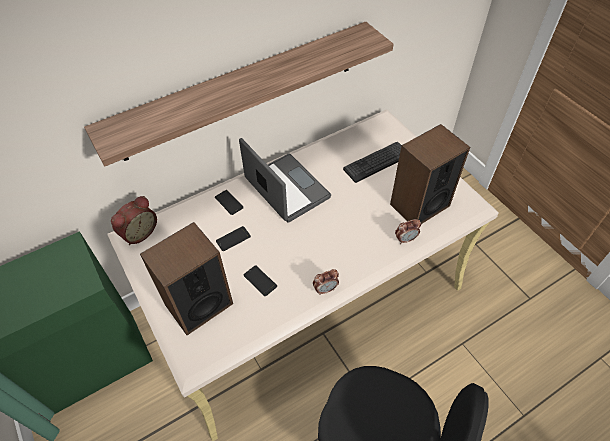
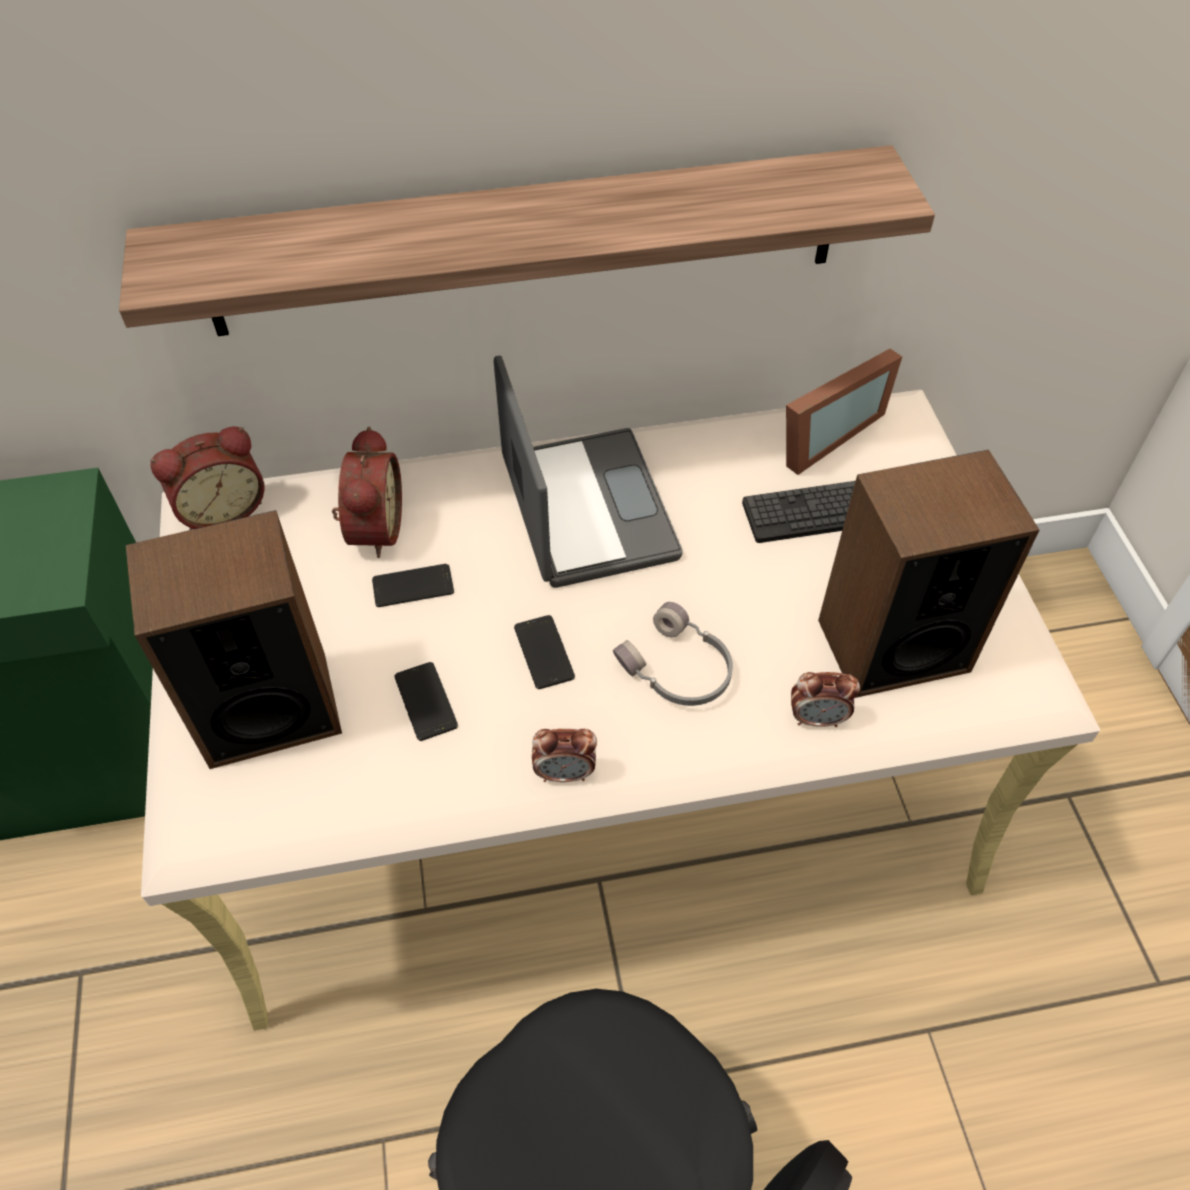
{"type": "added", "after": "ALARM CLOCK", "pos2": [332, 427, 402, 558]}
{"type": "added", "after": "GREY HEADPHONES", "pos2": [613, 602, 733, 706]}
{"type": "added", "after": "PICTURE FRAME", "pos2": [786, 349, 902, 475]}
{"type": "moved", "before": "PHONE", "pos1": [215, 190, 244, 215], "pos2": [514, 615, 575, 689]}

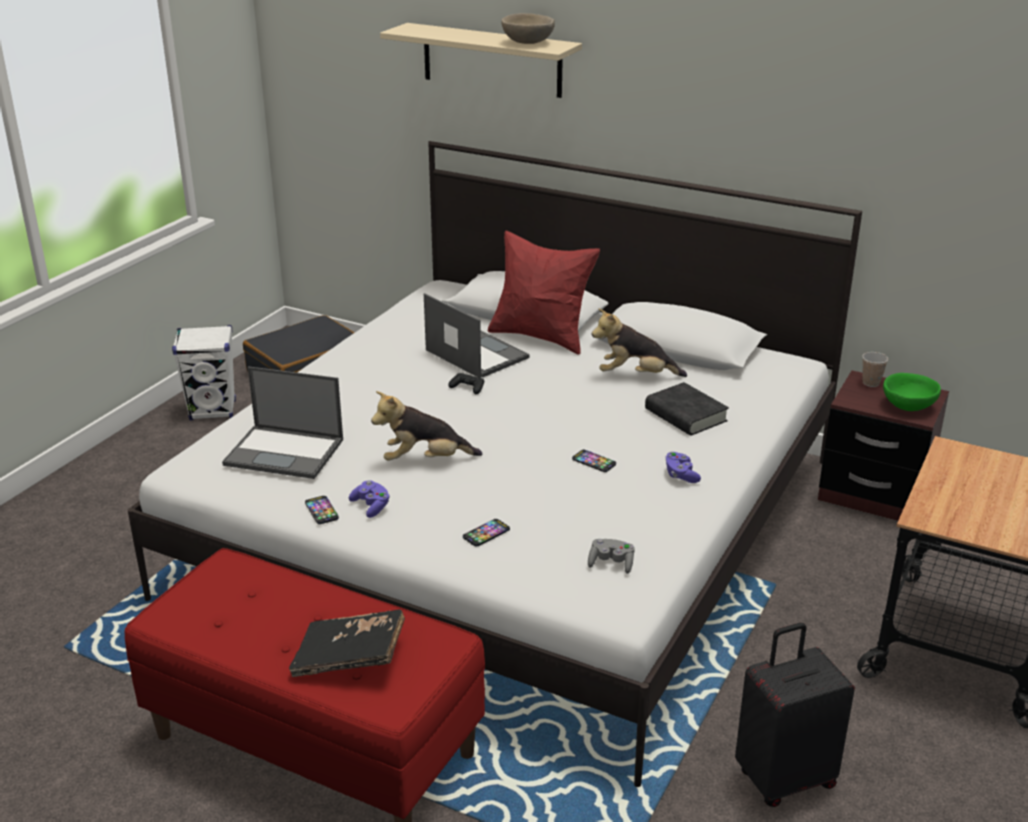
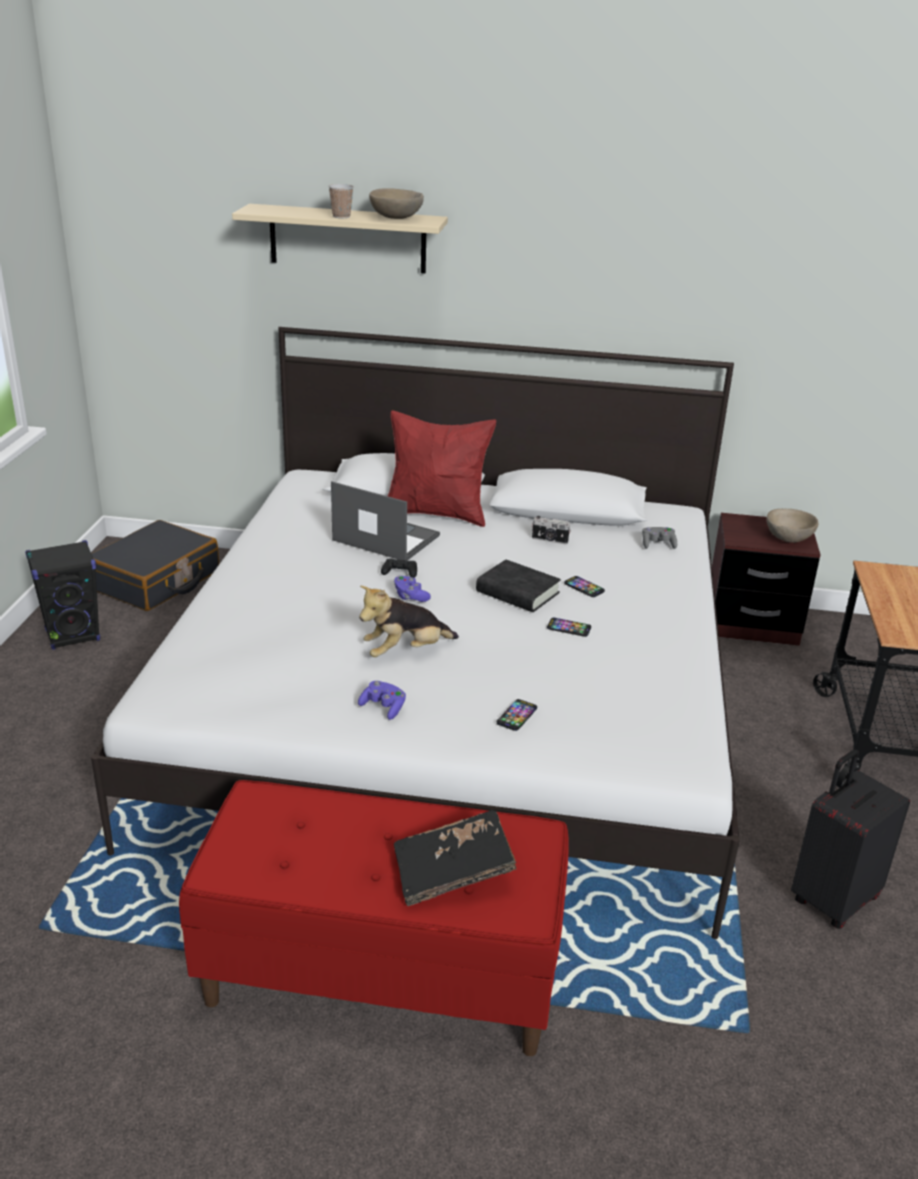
{"type": "removed", "before": "LAPTOP", "pos1": [222, 366, 343, 479]}
{"type": "moved", "before": "PHONE", "pos1": [305, 496, 339, 524], "pos2": [564, 576, 605, 597]}
{"type": "moved", "before": "GREY GAME CONTROLLER", "pos1": [588, 539, 635, 574], "pos2": [642, 527, 677, 549]}
{"type": "moved", "before": "BLACK BOOK", "pos1": [645, 382, 729, 436], "pos2": [476, 559, 561, 612]}
{"type": "moved", "before": "PURPLE GAME CONTROLLER", "pos1": [665, 452, 701, 483], "pos2": [394, 576, 431, 602]}
{"type": "moved", "before": "CUP", "pos1": [862, 352, 888, 387], "pos2": [328, 184, 354, 218]}
{"type": "replaced", "before": "PLUSH TOY", "after": "PHOTO CAMERA", "pos1": [592, 309, 687, 377], "pos2": [532, 516, 571, 545]}
{"type": "recoloured", "before": "WHITE SPEAKER", "after": "BLACK SPEAKER", "pos1": [172, 325, 236, 420], "pos2": [25, 540, 100, 650]}
{"type": "recoloured", "before": "GREEN BOWL", "after": "BEIGE BOWL", "pos1": [883, 373, 941, 411], "pos2": [766, 509, 818, 543]}

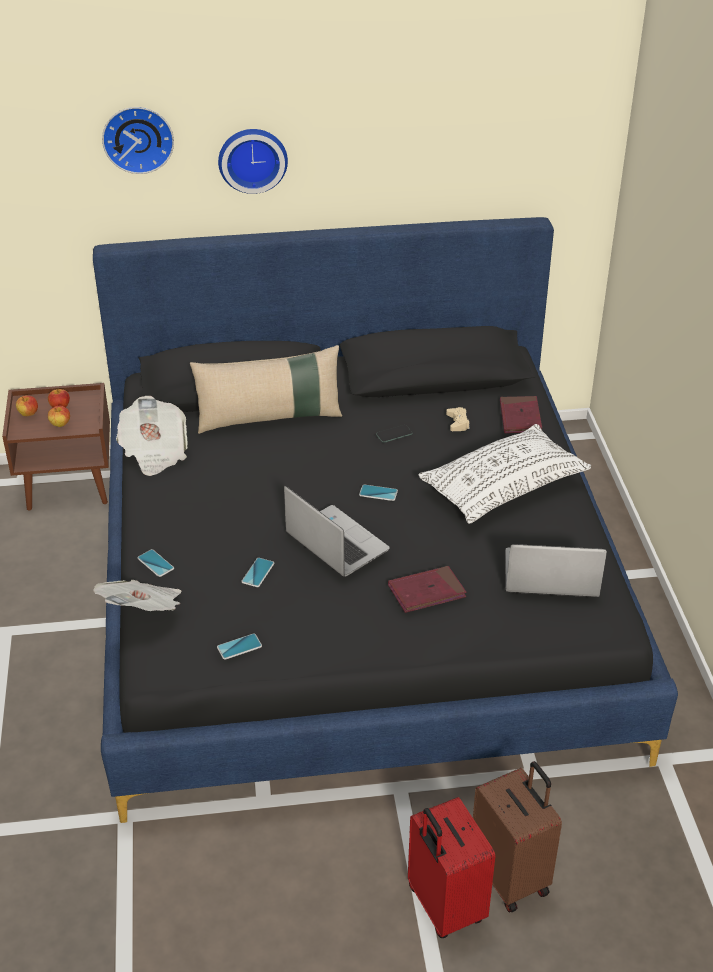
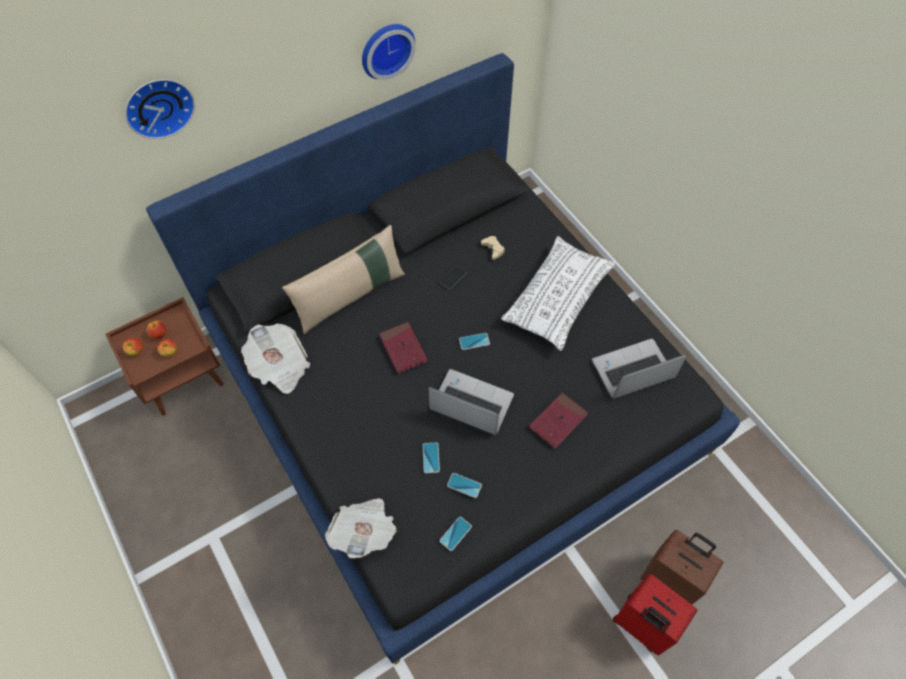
{"type": "moved", "before": "PHONE", "pos1": [137, 549, 174, 577], "pos2": [447, 473, 482, 498]}
{"type": "moved", "before": "WALL CLOCK", "pos1": [218, 129, 288, 194], "pos2": [362, 24, 416, 80]}
{"type": "moved", "before": "RED BOOK", "pos1": [500, 396, 542, 433], "pos2": [379, 322, 428, 374]}

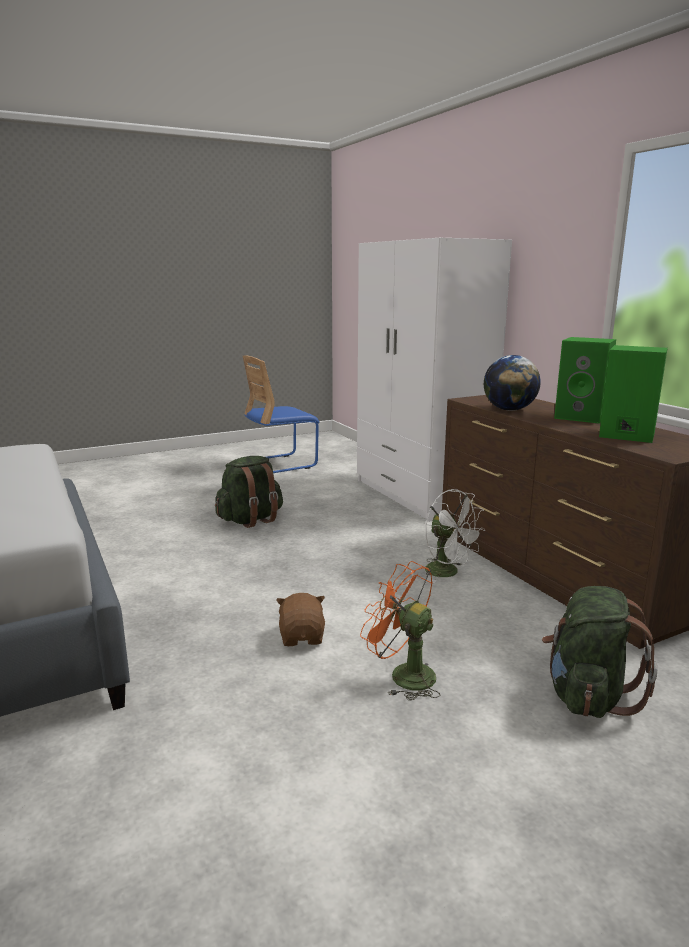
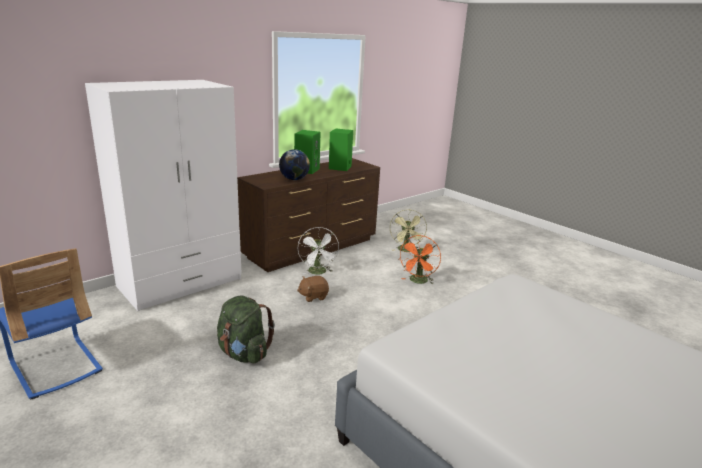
{"type": "moved", "before": "BROWN PLUSH TOY", "pos1": [276, 593, 325, 646], "pos2": [297, 276, 329, 302]}
{"type": "replaced", "before": "GREEN BACKPACK", "after": "GREEN FAN", "pos1": [542, 586, 657, 718], "pos2": [390, 210, 427, 252]}
{"type": "turned", "before": "WHITE FAN", "pos1": [425, 489, 485, 583], "pos2": [298, 227, 339, 275], "turn": 135}

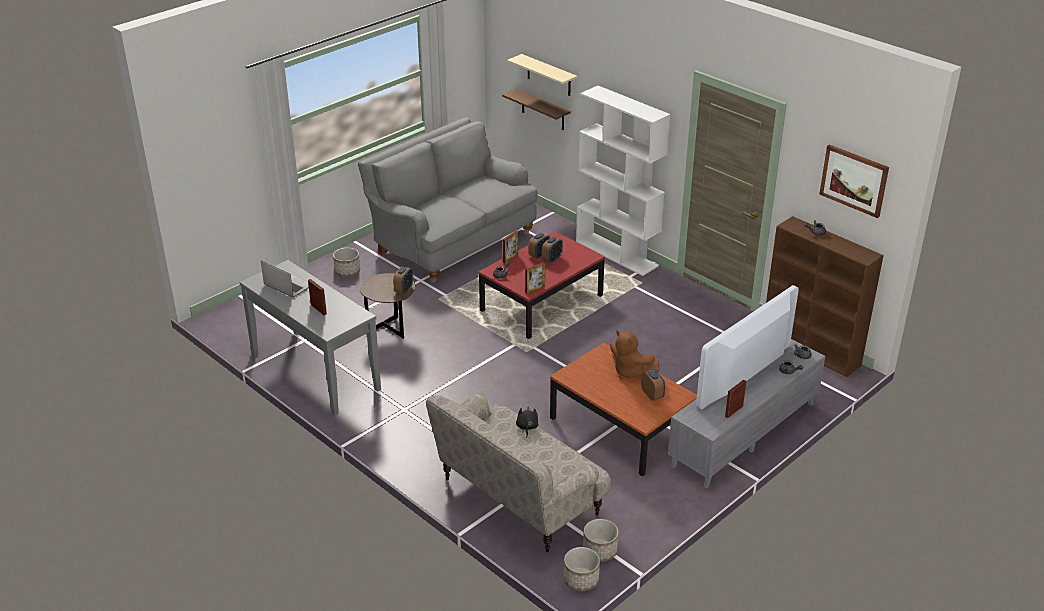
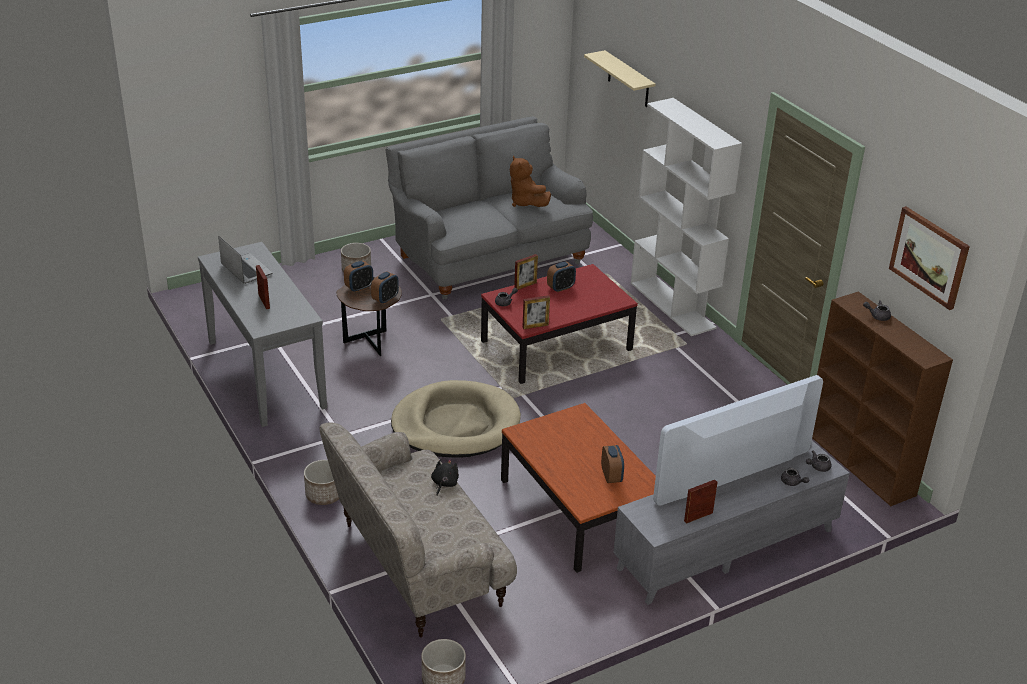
{"type": "removed", "before": "BROWN SHELF", "pos1": [502, 88, 571, 130]}
{"type": "added", "after": "BEIGE DOG BED", "pos2": [391, 380, 521, 458]}
{"type": "moved", "before": "ALARM CLOCK", "pos1": [542, 237, 563, 263], "pos2": [344, 261, 373, 292]}
{"type": "moved", "before": "PLANTER", "pos1": [583, 519, 619, 562], "pos2": [304, 460, 339, 505]}
{"type": "moved", "before": "BROWN PLUSH TOY", "pos1": [610, 330, 660, 379], "pos2": [510, 156, 551, 207]}

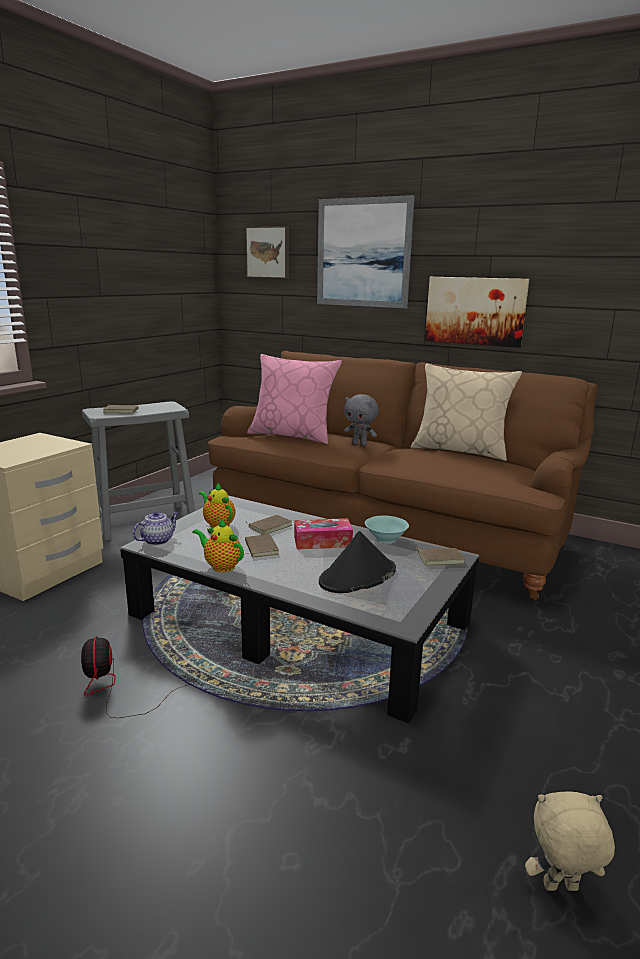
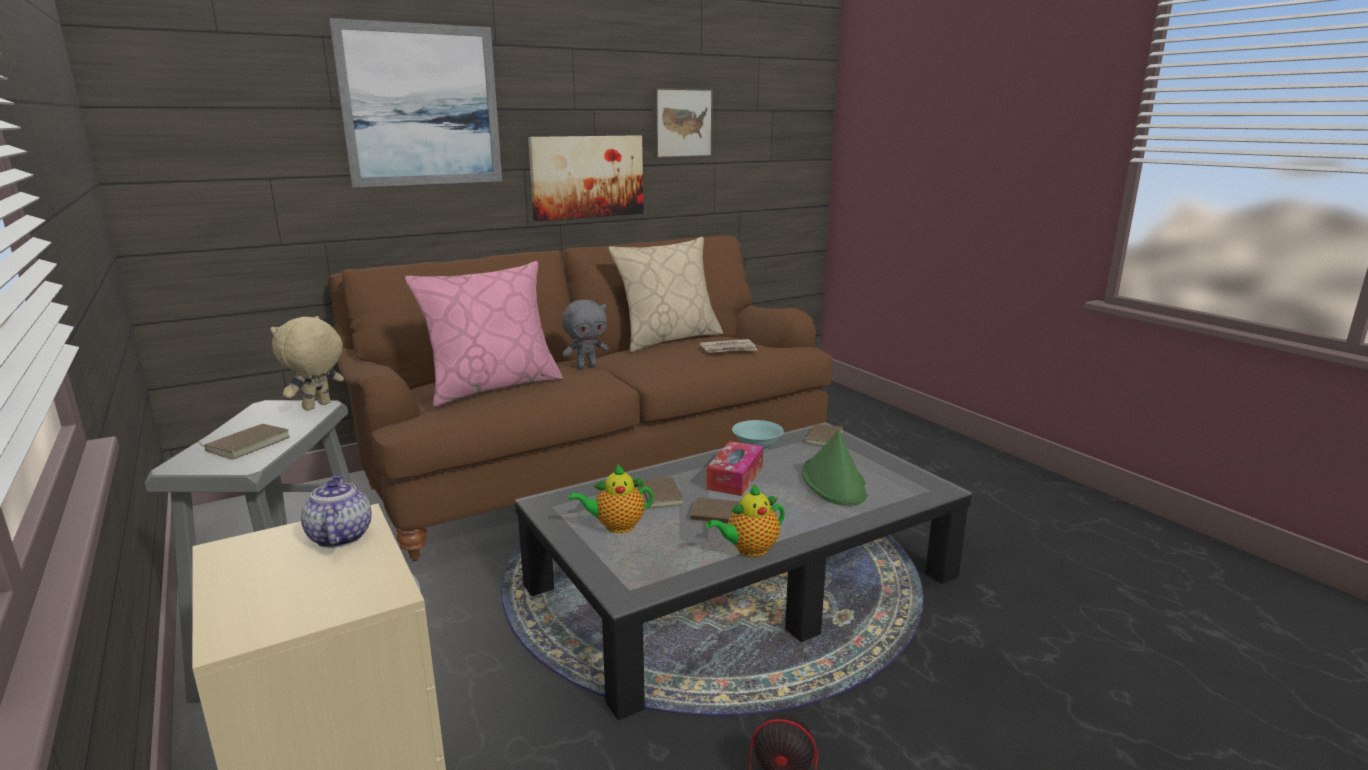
{"type": "added", "after": "NEWSPAPER", "pos2": [700, 339, 757, 353]}
{"type": "moved", "before": "TEAPOT", "pos1": [132, 511, 179, 545], "pos2": [301, 474, 372, 548]}
{"type": "moved", "before": "PICTURE", "pos1": [246, 226, 289, 278], "pos2": [652, 88, 713, 158]}
{"type": "moved", "before": "BEIGE PLUSH TOY", "pos1": [525, 792, 615, 891], "pos2": [271, 316, 344, 411]}
{"type": "recoloured", "before": "BLACK HAT", "after": "GREEN HAT", "pos1": [319, 531, 396, 593], "pos2": [802, 430, 867, 506]}

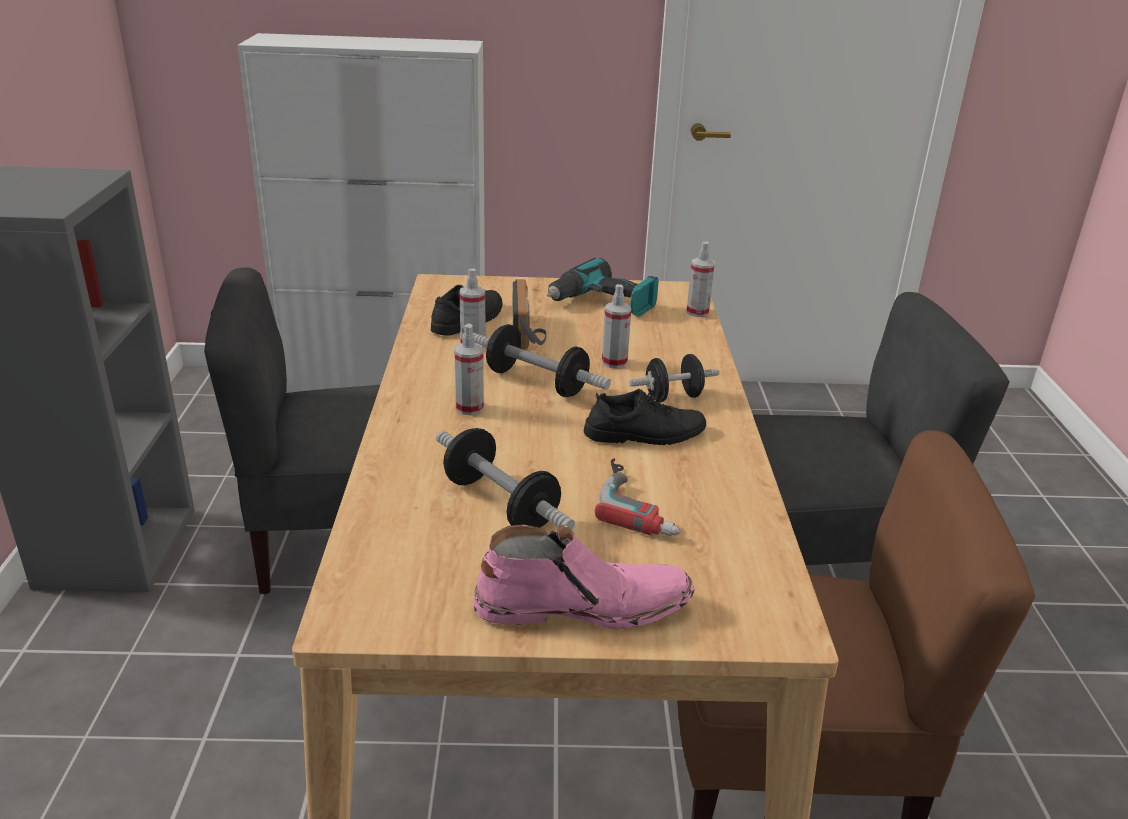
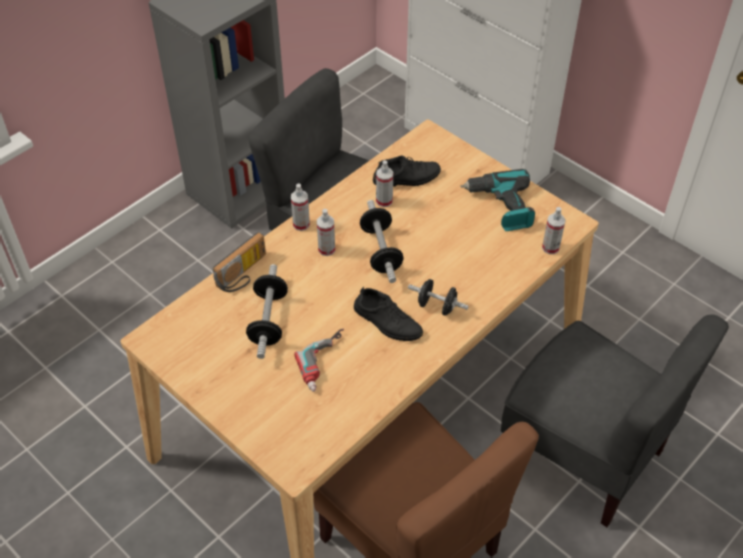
{"type": "removed", "before": "PINK BOOT", "pos1": [473, 525, 695, 628]}
{"type": "moved", "before": "RADIO", "pos1": [512, 279, 546, 350], "pos2": [213, 232, 266, 292]}
{"type": "moved", "before": "SPRAY BOTTLE", "pos1": [602, 284, 631, 368], "pos2": [291, 183, 310, 231]}

